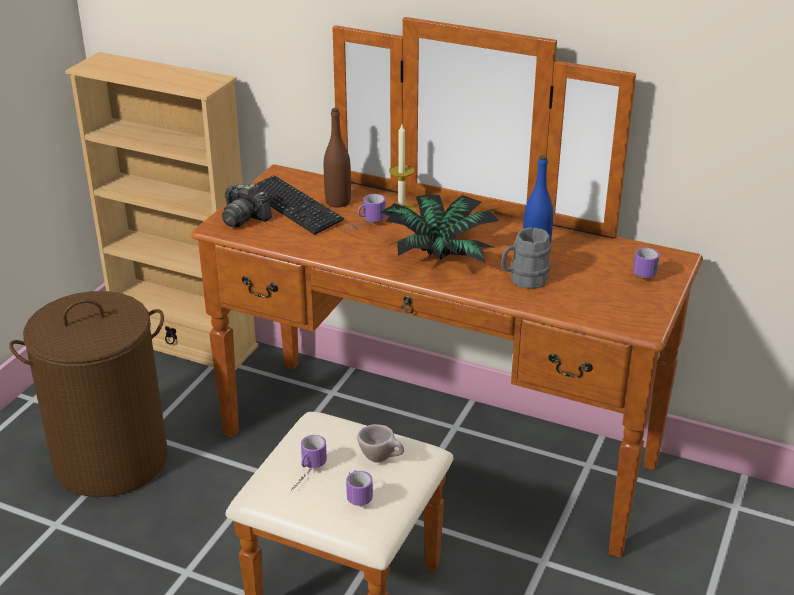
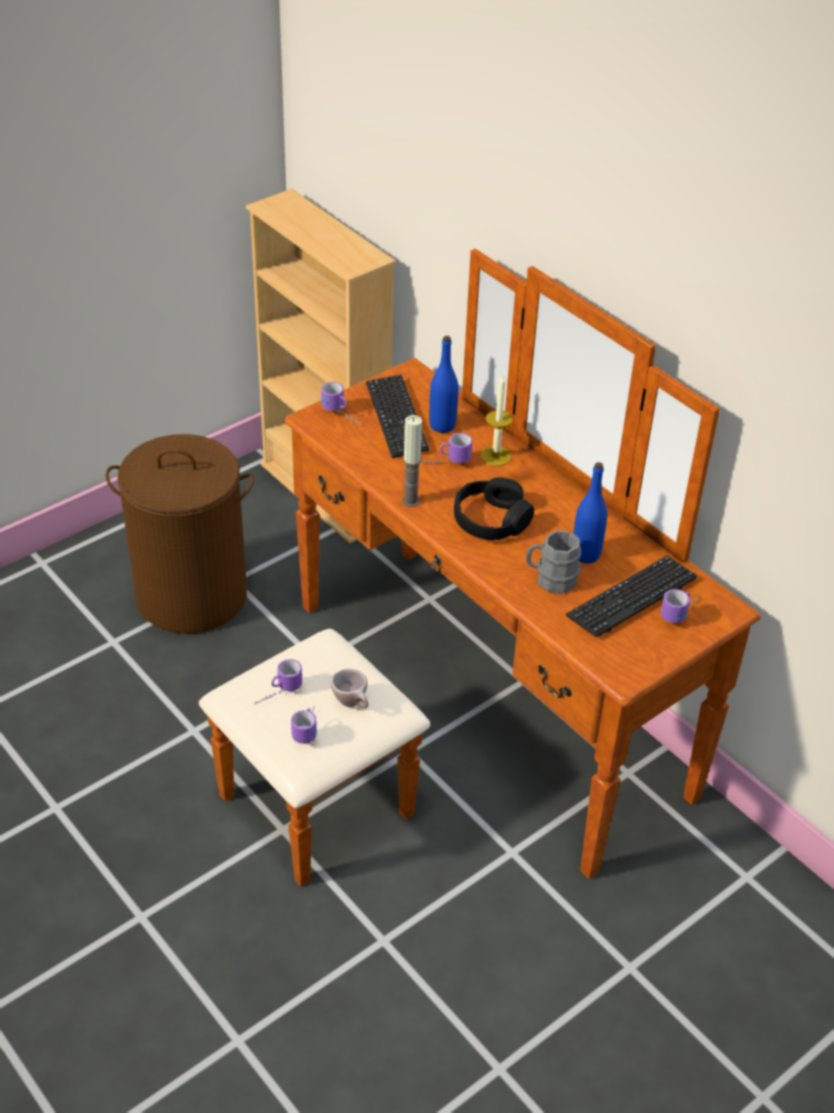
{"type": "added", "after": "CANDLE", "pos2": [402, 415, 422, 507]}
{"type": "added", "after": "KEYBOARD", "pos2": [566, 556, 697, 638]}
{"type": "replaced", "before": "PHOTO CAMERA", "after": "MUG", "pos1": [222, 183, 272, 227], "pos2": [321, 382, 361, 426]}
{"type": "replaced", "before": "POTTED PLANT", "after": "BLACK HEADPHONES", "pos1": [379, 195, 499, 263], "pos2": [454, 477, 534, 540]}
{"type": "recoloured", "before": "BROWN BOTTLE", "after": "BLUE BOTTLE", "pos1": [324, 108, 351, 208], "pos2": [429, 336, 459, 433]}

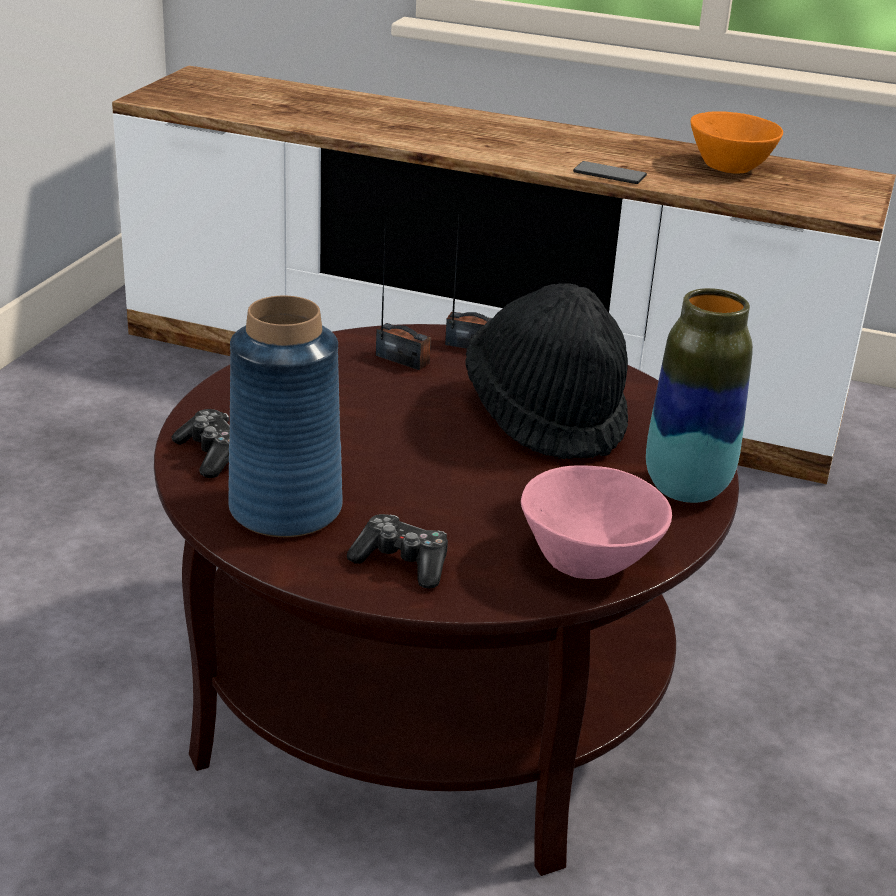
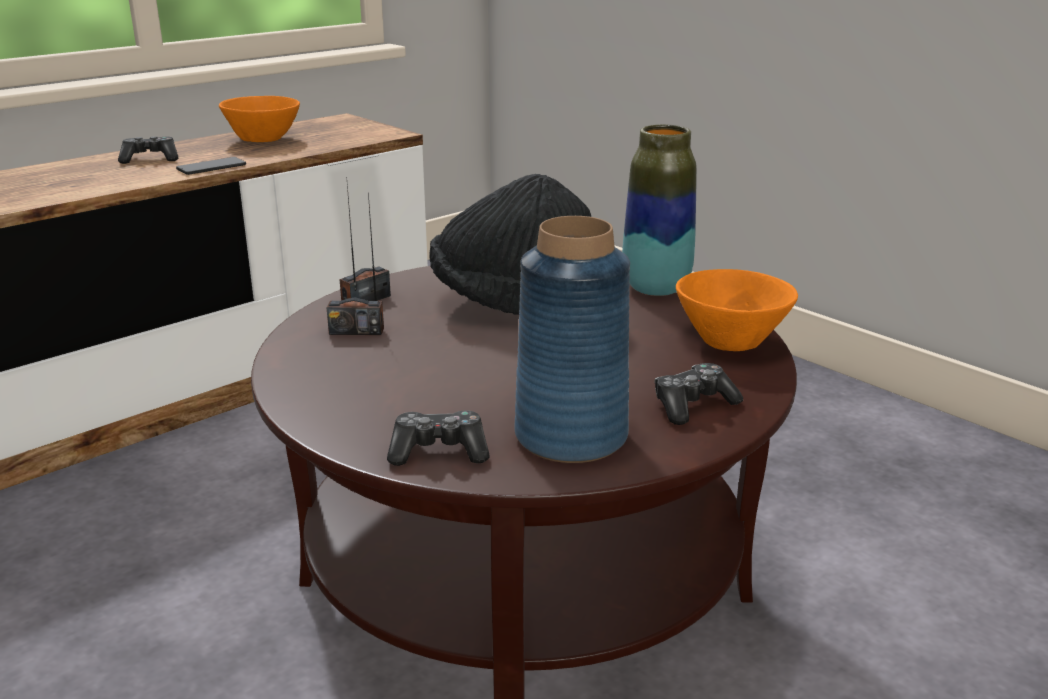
{"type": "added", "after": "GAME CONTROLLER", "pos2": [118, 136, 178, 164]}
{"type": "recoloured", "before": "PINK BOWL", "after": "ORANGE BOWL", "pos1": [521, 465, 672, 579], "pos2": [676, 269, 798, 351]}
{"type": "turned", "before": "RADIO", "pos1": [376, 239, 431, 370], "pos2": [326, 192, 384, 335], "turn": -150}

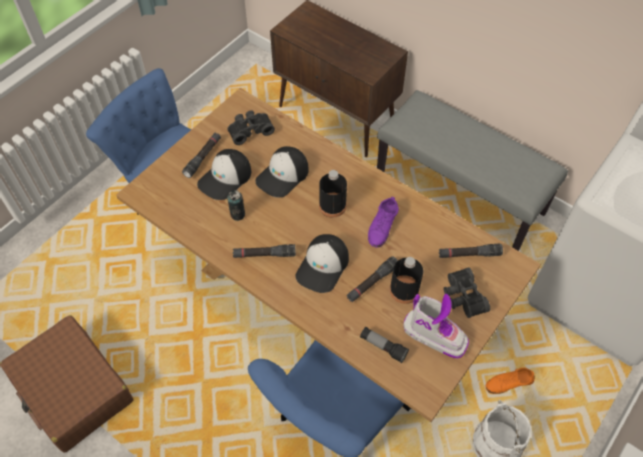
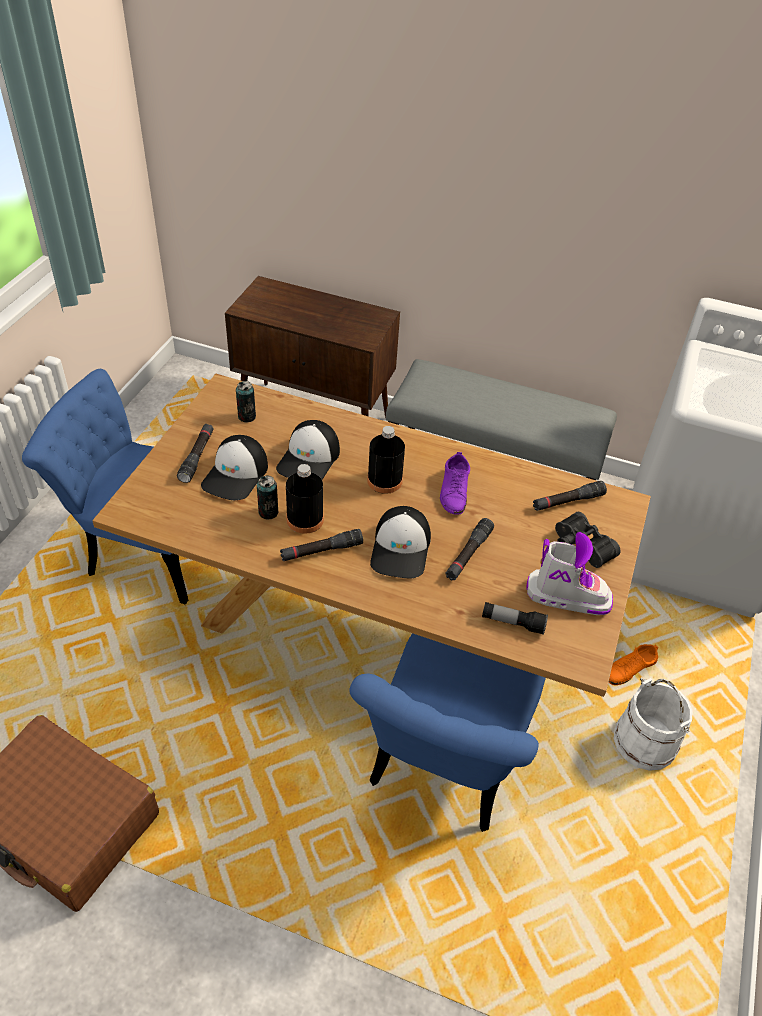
{"type": "moved", "before": "BLACK BOTTLE", "pos1": [390, 257, 423, 304], "pos2": [286, 464, 324, 534]}
{"type": "replaced", "before": "BLACK BINOCULARS", "after": "CAN", "pos1": [227, 110, 275, 145], "pos2": [236, 381, 256, 422]}

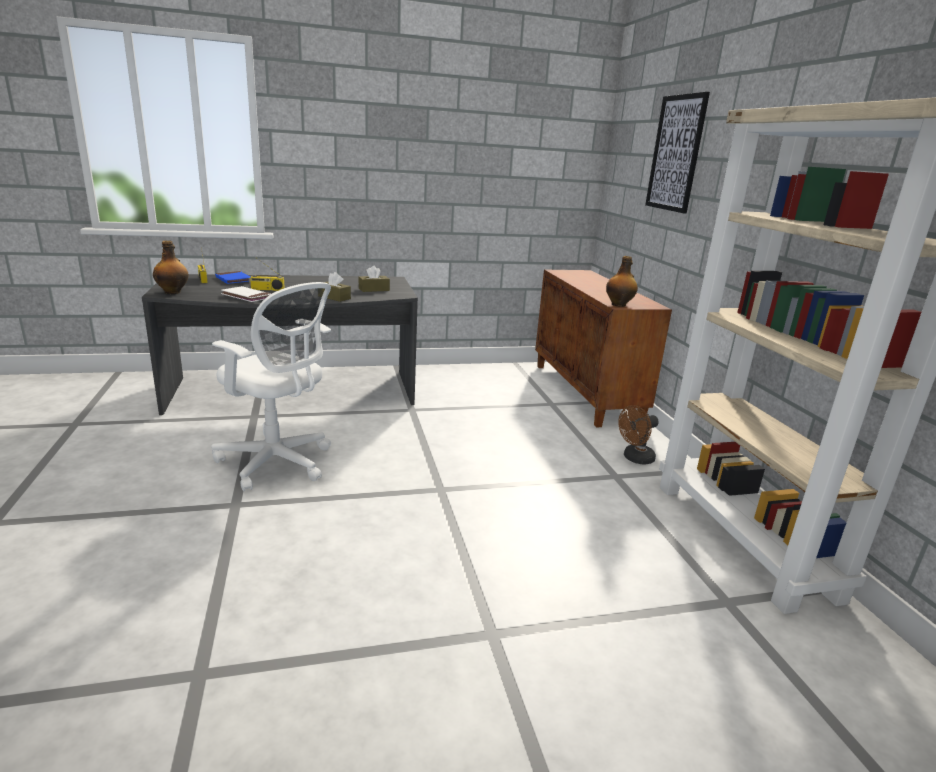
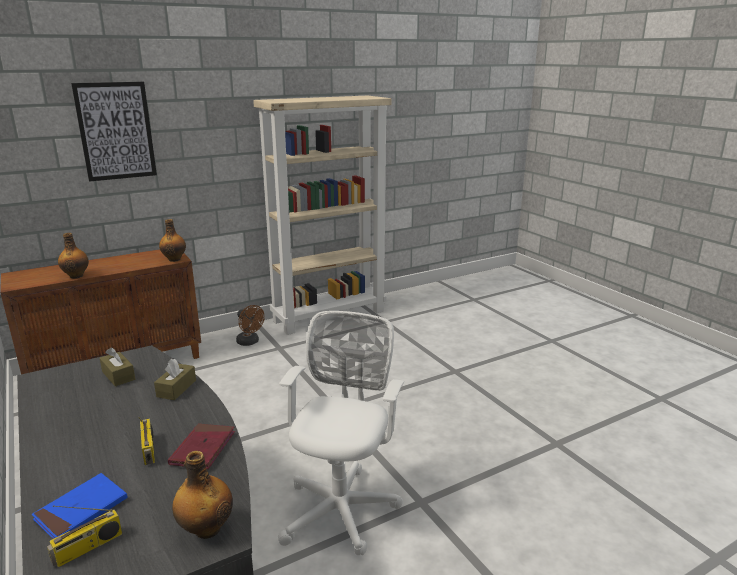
{"type": "added", "after": "BOTTLE", "pos2": [58, 233, 89, 278]}
{"type": "recoloured", "before": "WHITE BOOK", "after": "RED BOOK", "pos1": [221, 286, 271, 302], "pos2": [168, 423, 235, 469]}

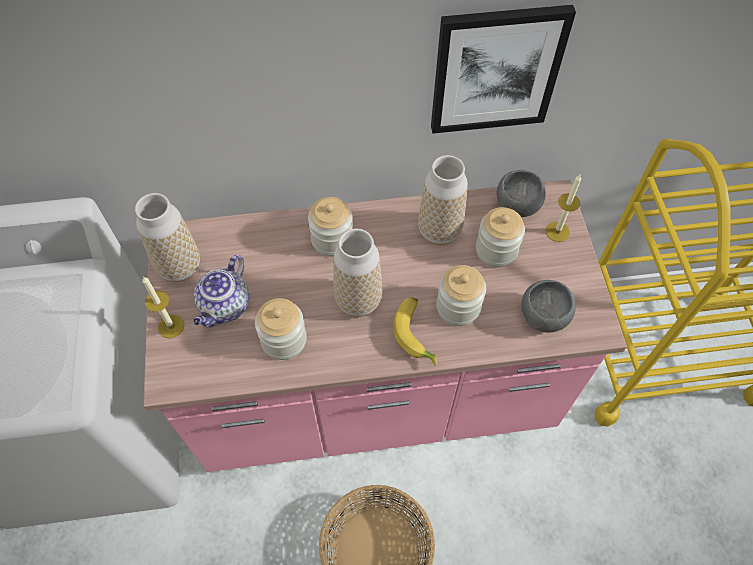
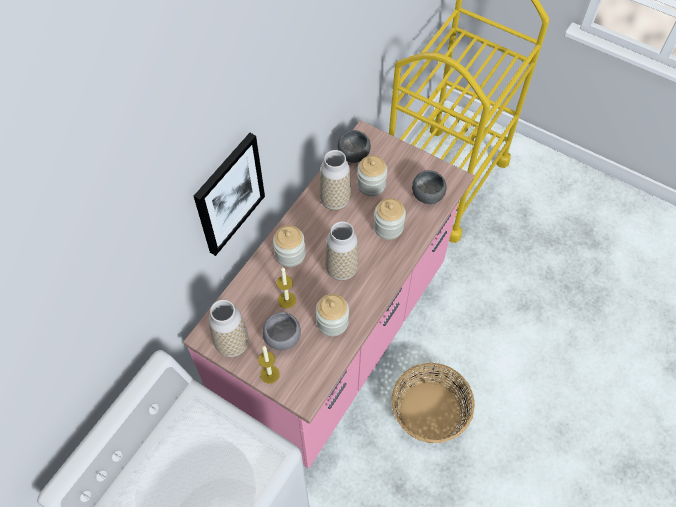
{"type": "removed", "before": "BANANA", "pos1": [393, 297, 436, 366]}
{"type": "moved", "before": "PICTURE", "pos1": [431, 5, 576, 134], "pos2": [194, 133, 265, 256]}
{"type": "moved", "before": "CANDLE", "pos1": [545, 175, 581, 242], "pos2": [277, 267, 296, 309]}
{"type": "replaced", "before": "TEAPOT", "after": "GREY BOWL", "pos1": [193, 255, 249, 327], "pos2": [262, 312, 301, 350]}

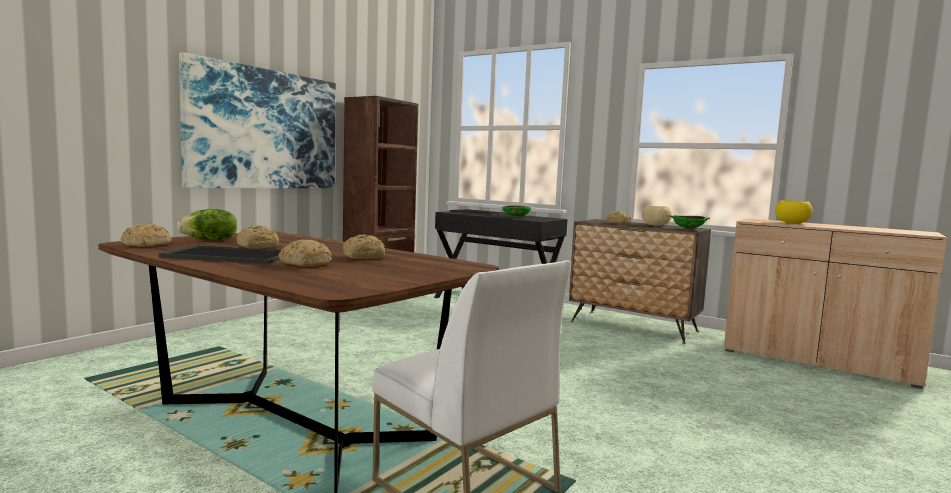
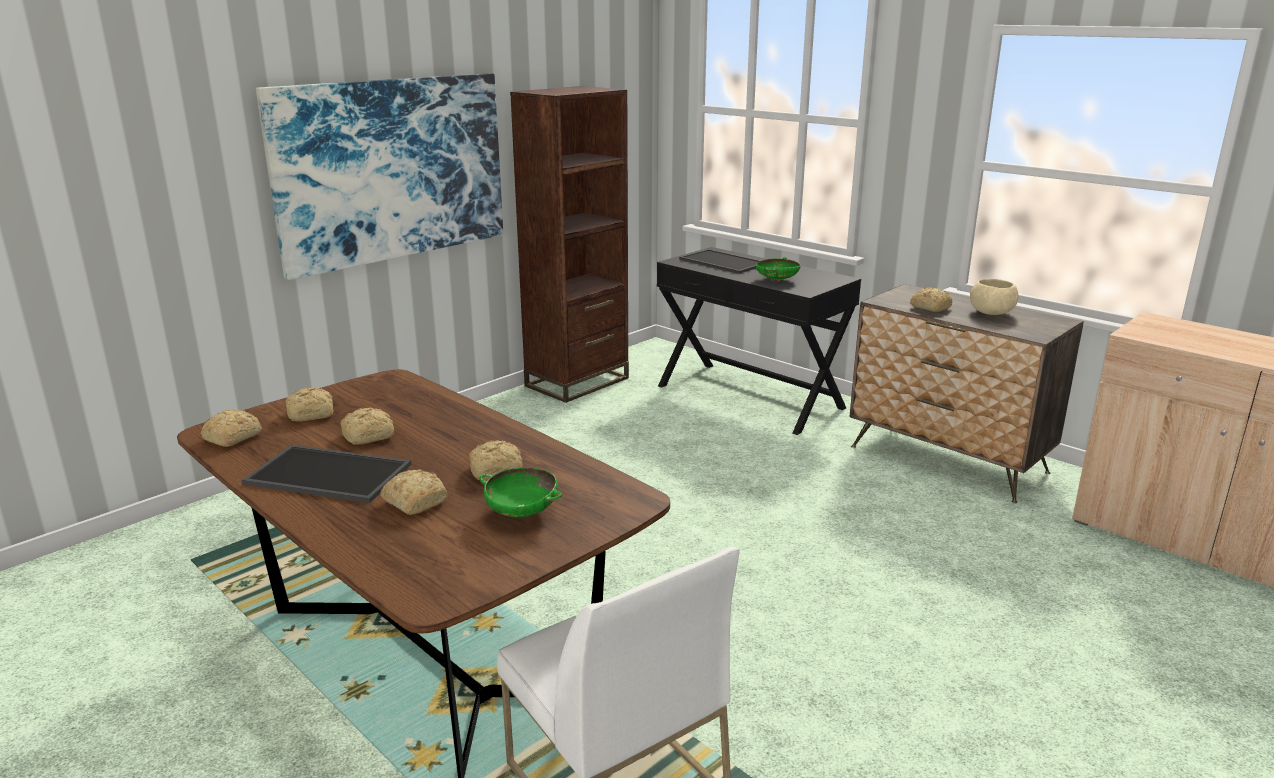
{"type": "removed", "before": "YELLOW BOWL", "pos1": [775, 200, 812, 224]}
{"type": "moved", "before": "GREEN BOWL", "pos1": [669, 215, 710, 230], "pos2": [480, 467, 562, 517]}
{"type": "replaced", "before": "LETTUCE", "after": "BREAD", "pos1": [177, 209, 237, 241], "pos2": [286, 387, 333, 422]}

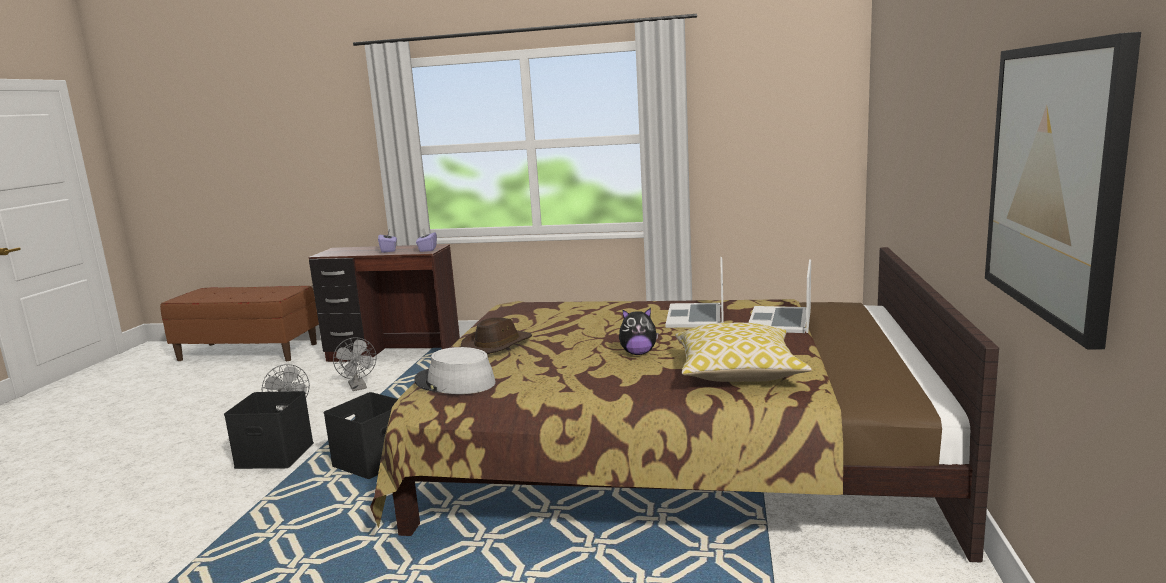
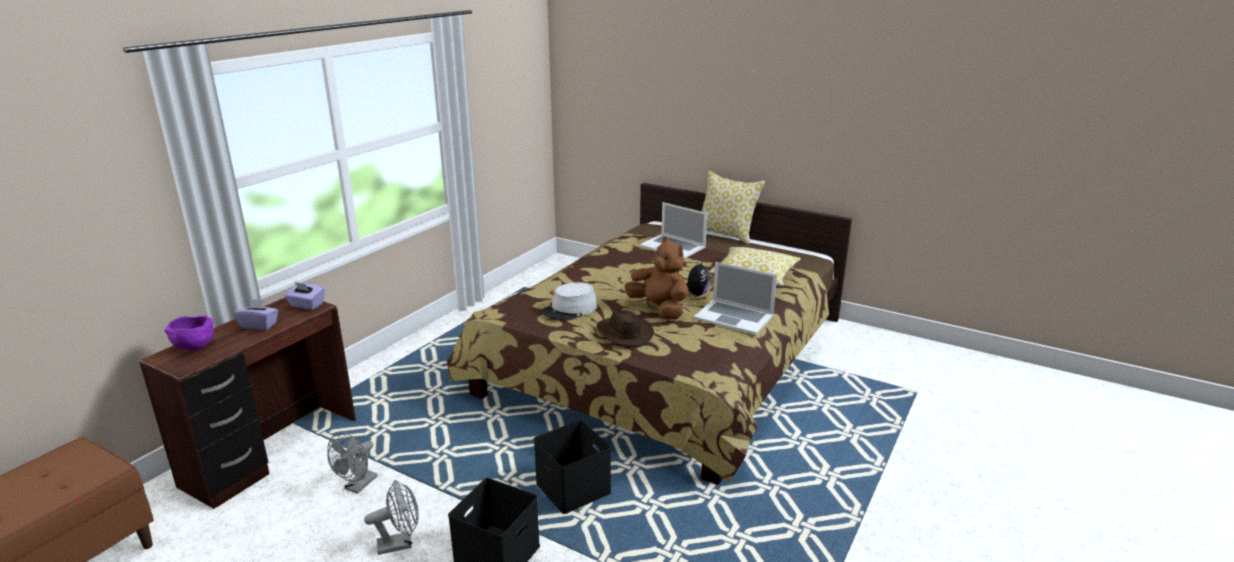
{"type": "removed", "before": "PICTURE", "pos1": [985, 32, 1141, 349]}
{"type": "added", "after": "PURPLE BOWL", "pos2": [164, 316, 214, 350]}
{"type": "added", "after": "BROWN PLUSH TOY", "pos2": [625, 237, 688, 320]}
{"type": "added", "after": "PILLOW", "pos2": [702, 170, 765, 244]}
{"type": "moved", "before": "GREY HAT", "pos1": [414, 347, 496, 394], "pos2": [542, 282, 597, 320]}
{"type": "moved", "before": "LAPTOP", "pos1": [665, 257, 724, 328], "pos2": [694, 262, 777, 335]}
{"type": "turned", "before": "GREY FAN", "pos1": [333, 337, 377, 391], "pos2": [327, 433, 378, 494], "turn": 120}

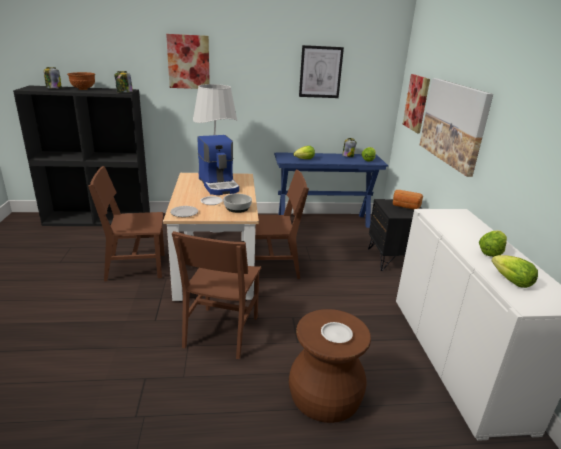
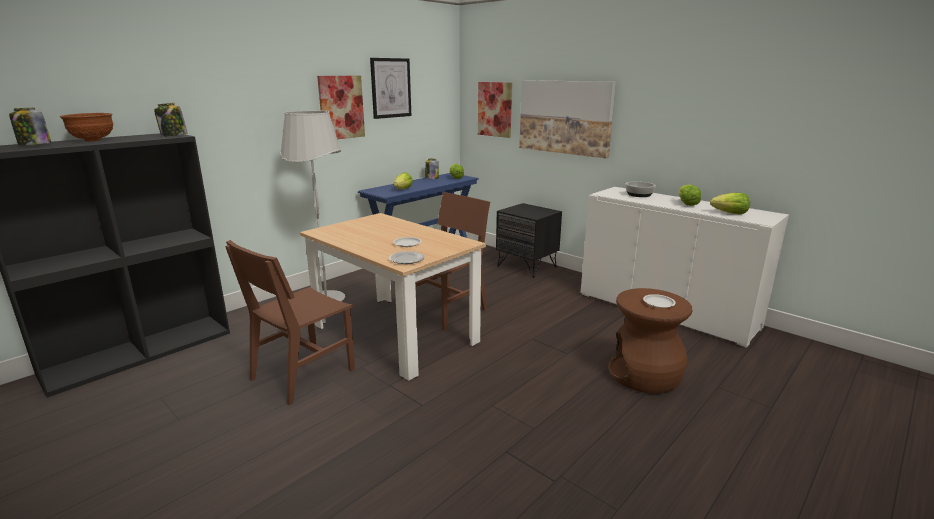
{"type": "removed", "before": "BROWN CHAIR", "pos1": [172, 231, 261, 359]}
{"type": "removed", "before": "COFFEE MACHINE", "pos1": [197, 135, 239, 195]}
{"type": "removed", "before": "BREAD", "pos1": [393, 190, 423, 209]}
{"type": "moved", "before": "PICTURE", "pos1": [166, 34, 210, 89], "pos2": [317, 76, 365, 139]}
{"type": "moved", "before": "BOWL", "pos1": [223, 194, 252, 213], "pos2": [626, 181, 656, 197]}

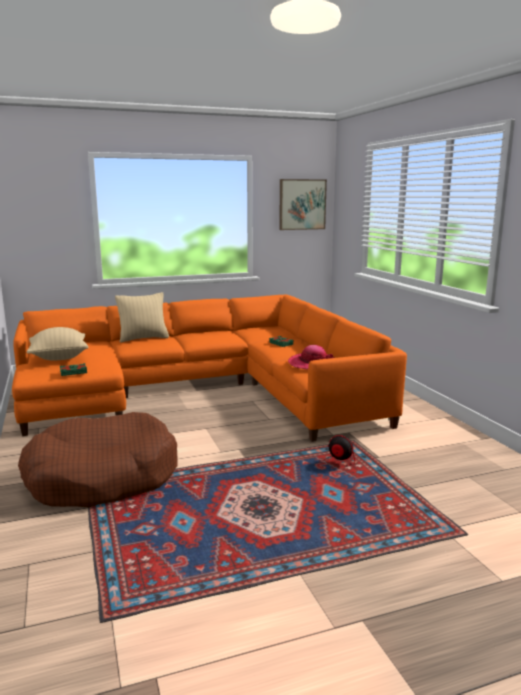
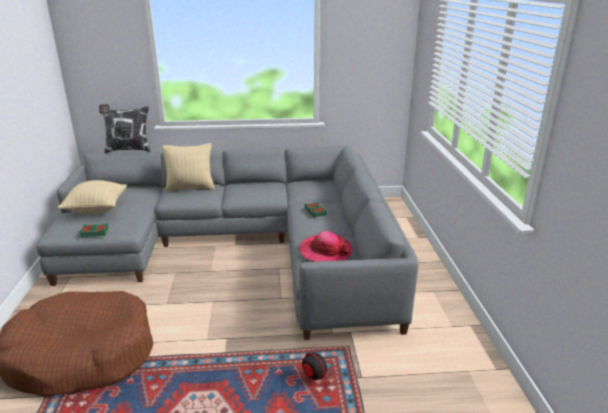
{"type": "removed", "before": "PICTURE", "pos1": [279, 179, 327, 230]}
{"type": "added", "after": "PILLOW", "pos2": [99, 104, 151, 153]}
{"type": "recoloured", "before": "ORANGE SOFA", "after": "GREY SOFA", "pos1": [12, 295, 407, 442], "pos2": [36, 146, 419, 340]}

